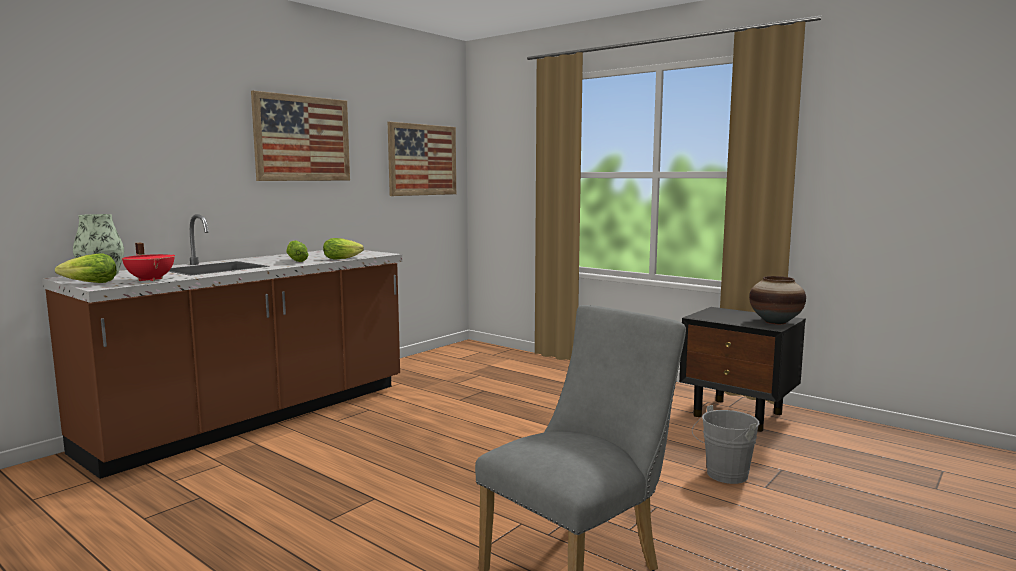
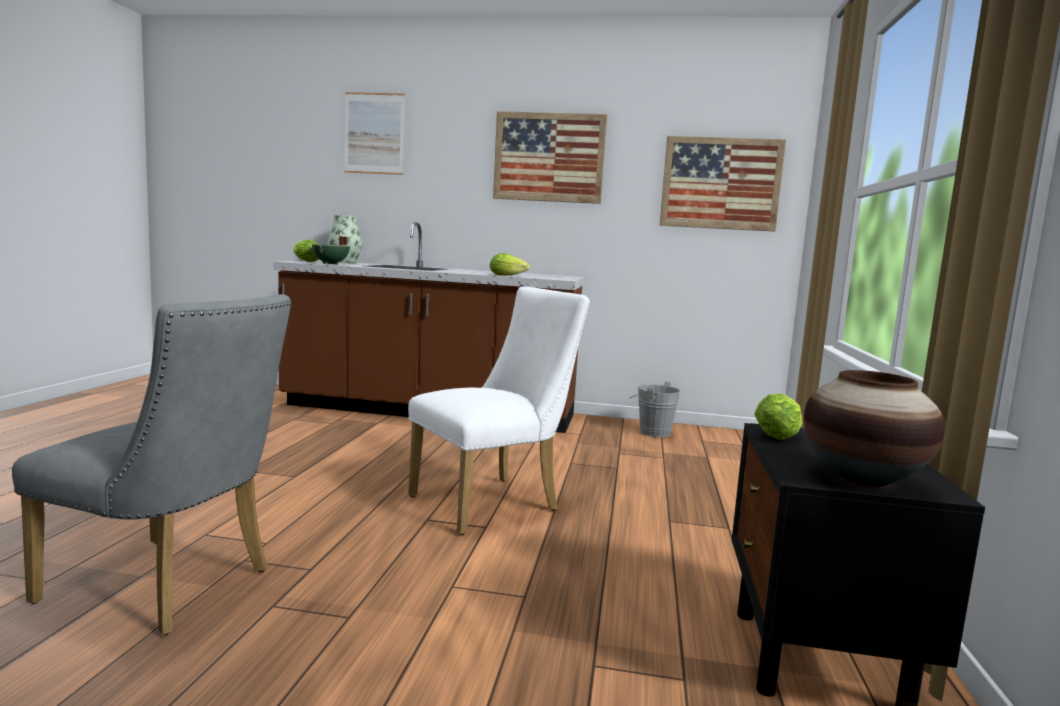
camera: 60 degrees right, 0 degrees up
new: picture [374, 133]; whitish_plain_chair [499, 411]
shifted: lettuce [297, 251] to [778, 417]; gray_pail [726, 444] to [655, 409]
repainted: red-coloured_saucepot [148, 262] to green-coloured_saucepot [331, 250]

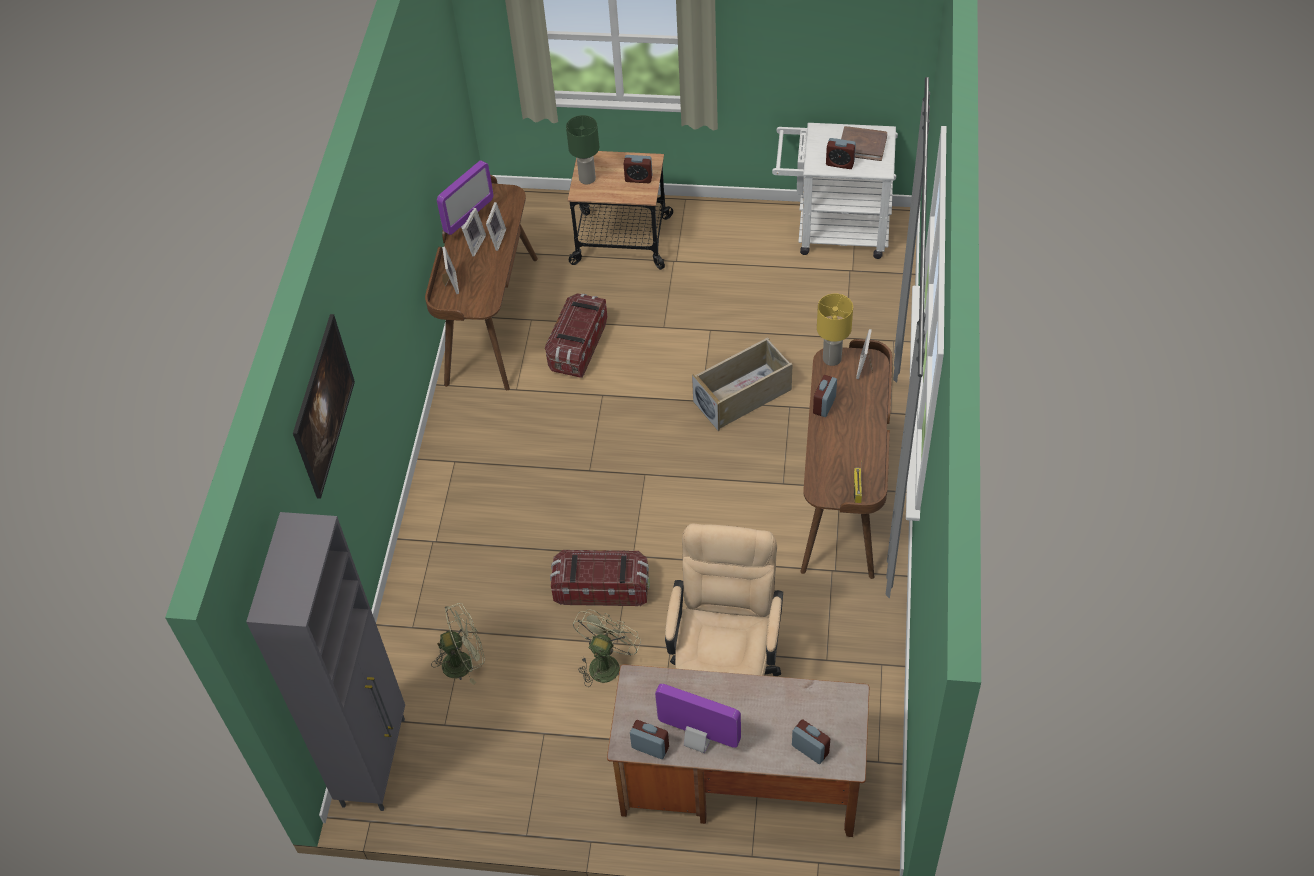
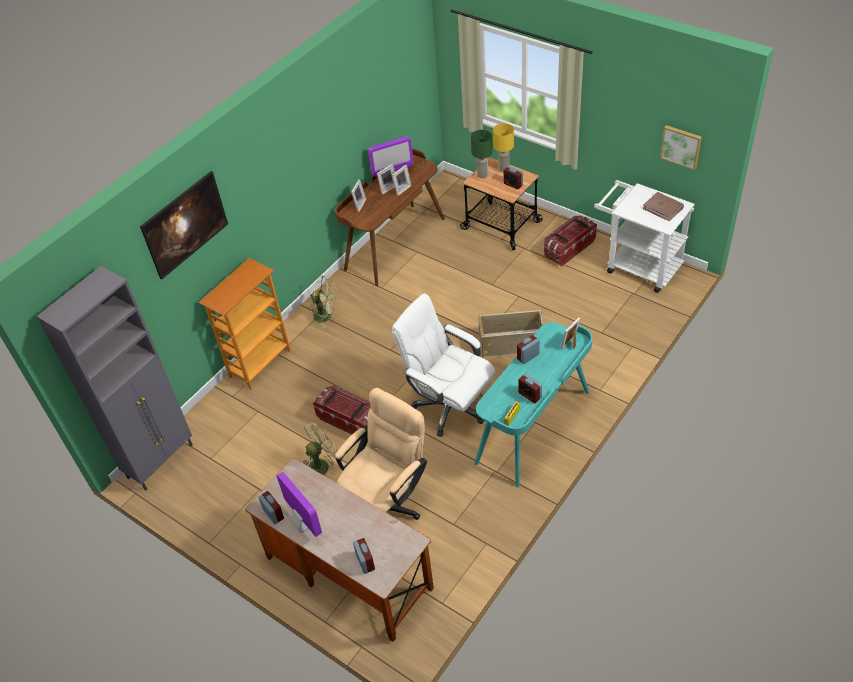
camera: 30 degrees right, 5 degrees down
new: picture [681, 147]; shelving_unit [245, 323]; whitish_office_chair [443, 365]
shifted: table_clock [841, 153] to [530, 388]; storage_box [576, 335] to [570, 241]; yellow_table_lamp [835, 330] to [503, 147]; green-coloured_electric_fan [458, 644] to [324, 302]
repainted: brownish_desk_unit [846, 459] to turquoise-coloured_desk_unit [533, 404]

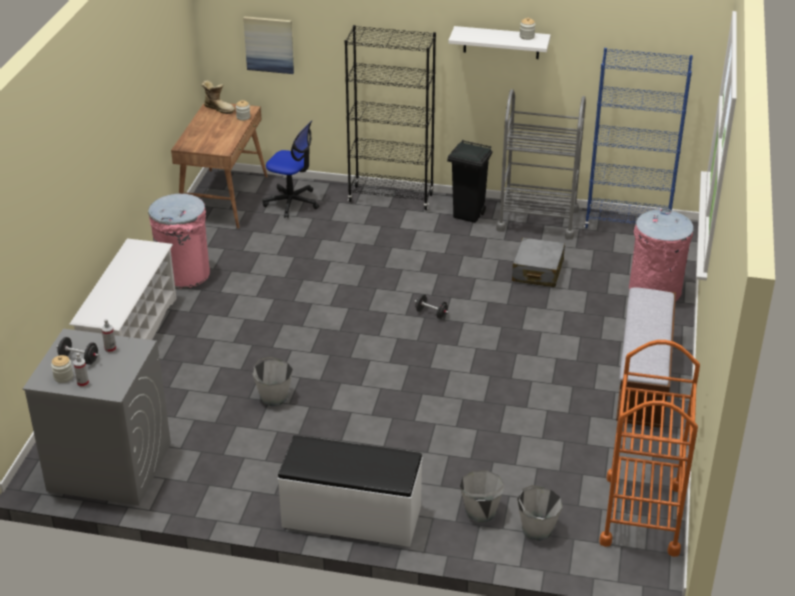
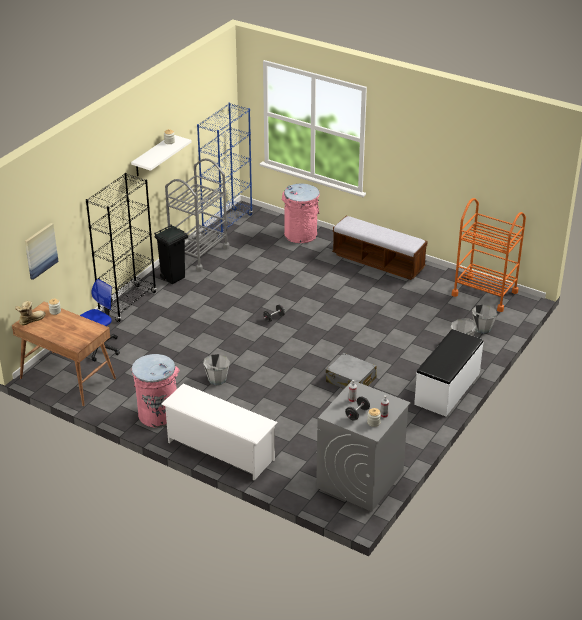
camera: 70 degrees left, 0 degrees up
shifted: gray_travel_case [538, 262] to [351, 371]; gray_pail [272, 381] to [216, 369]

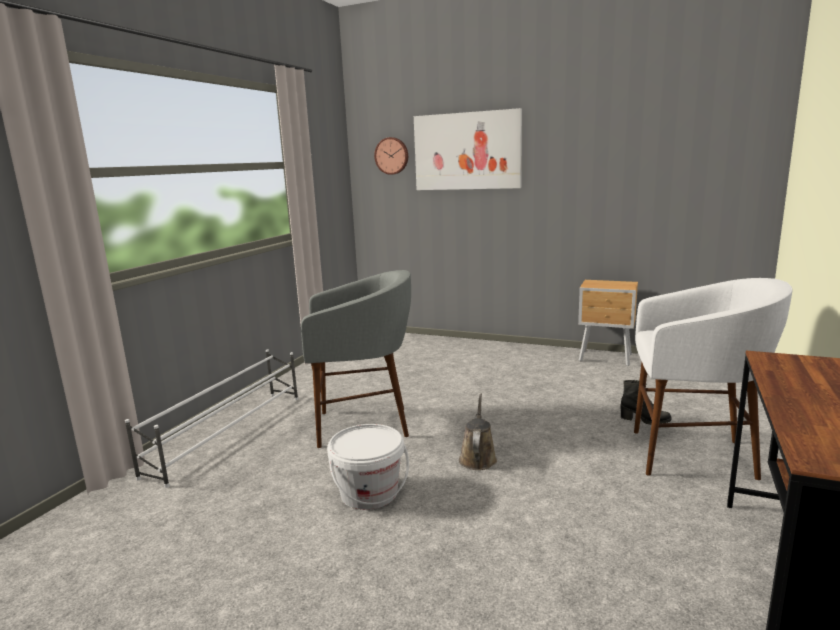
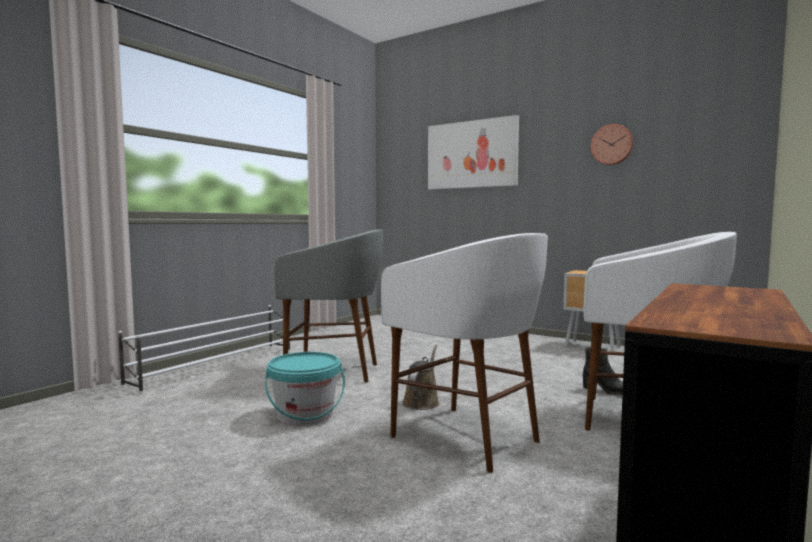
camera: 10 degrees right, 10 degrees down
new: whitish_stool_seat [464, 353]
shifted: clock_on_the_wall [391, 156] to [612, 144]
repainted: whitish_pail [368, 467] to turquoise-coloured_pail [305, 389]

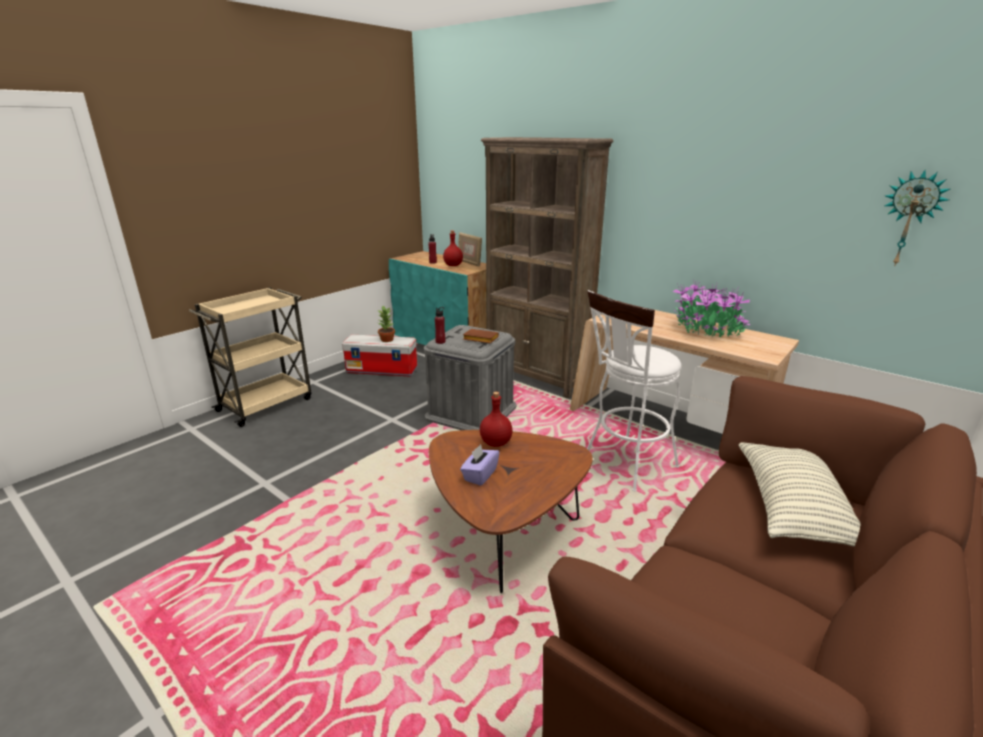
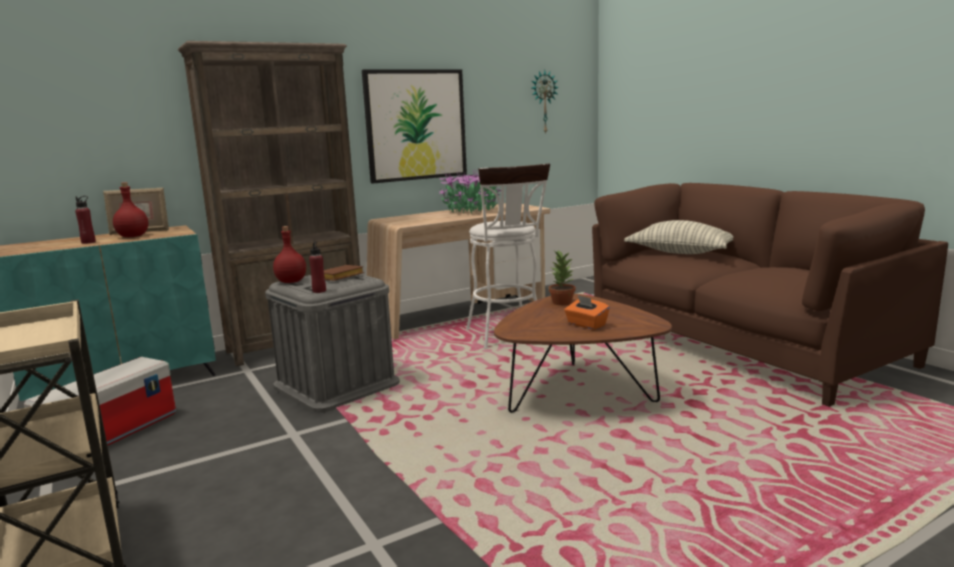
camera: 70 degrees left, 10 degrees down
new: picture [414, 126]
shifted: houseplant [386, 323] to [562, 277]; red-coloured_beverage_bottle [496, 419] to [289, 254]
repainted: purplish_box_of_tissues [479, 464] to orangey_box_of_tissues [587, 312]

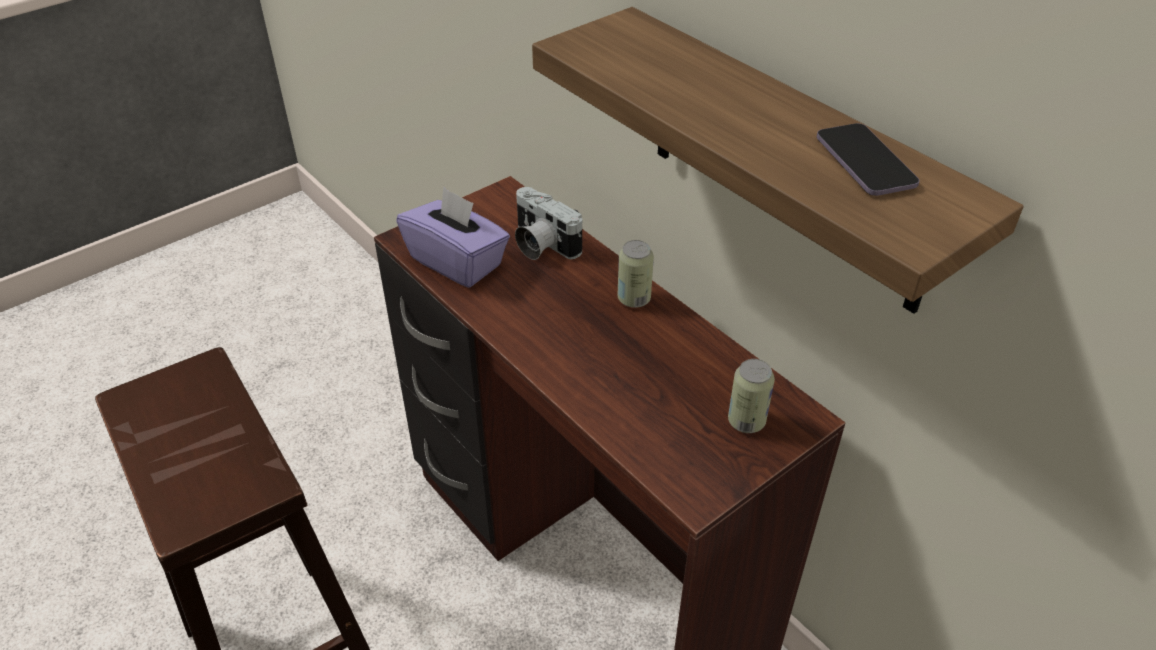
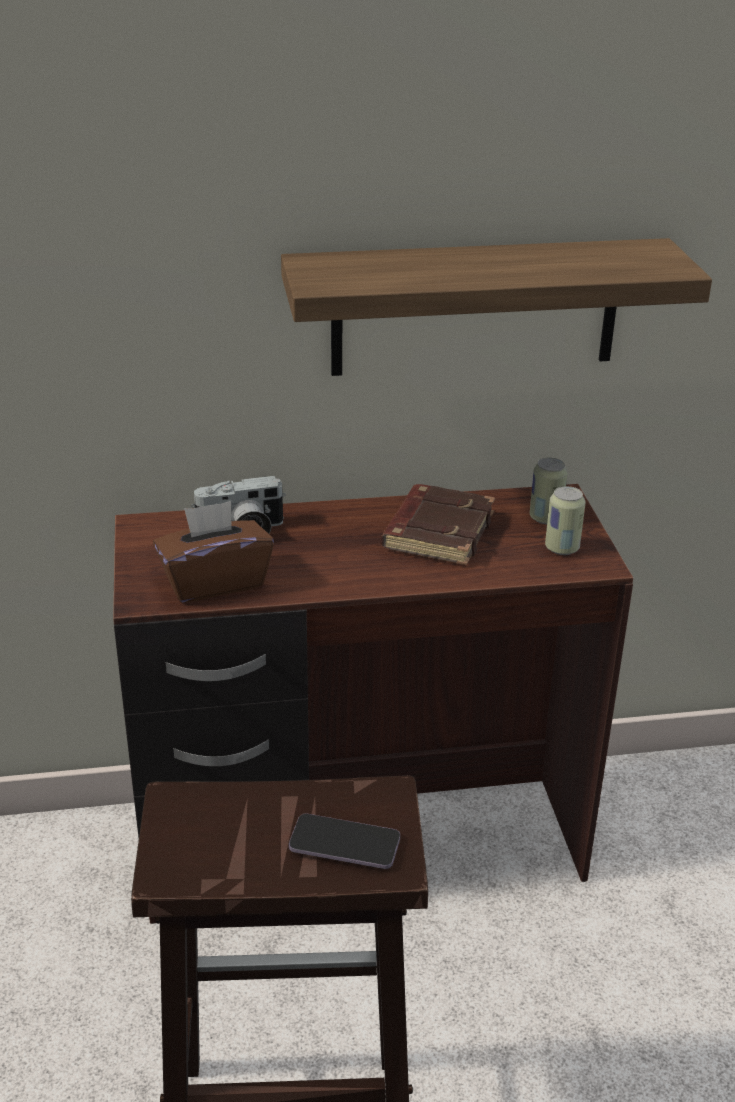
camera: 60 degrees left, 10 degrees down
new: brownish_book [438, 524]
shifted: handset [868, 159] to [344, 841]; can [636, 274] to [565, 520]
repainted: purplish_box_of_tissues [453, 237] to brownish_box_of_tissues [213, 552]

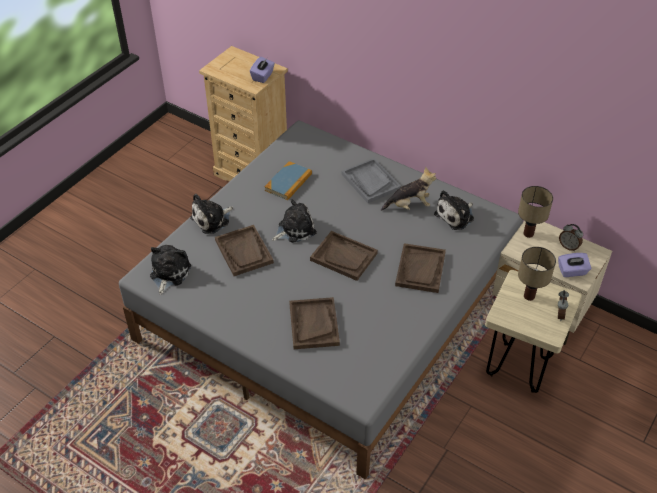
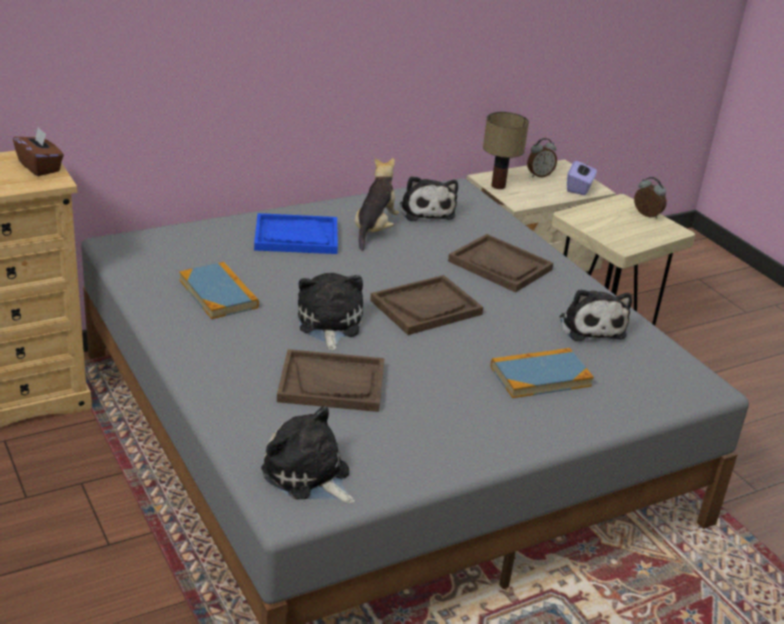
camera: 65 degrees left, 15 degrees down
gone: table_lamp [537, 274]
shifted: soft_toy [211, 214] to [596, 315]
swapped: brownish_tray [314, 323] to book [542, 373]
repainted: purplish_box_of_tissues [262, 70] to brownish_box_of_tissues [38, 151]; gray_tray [371, 180] to blue_tray [296, 233]

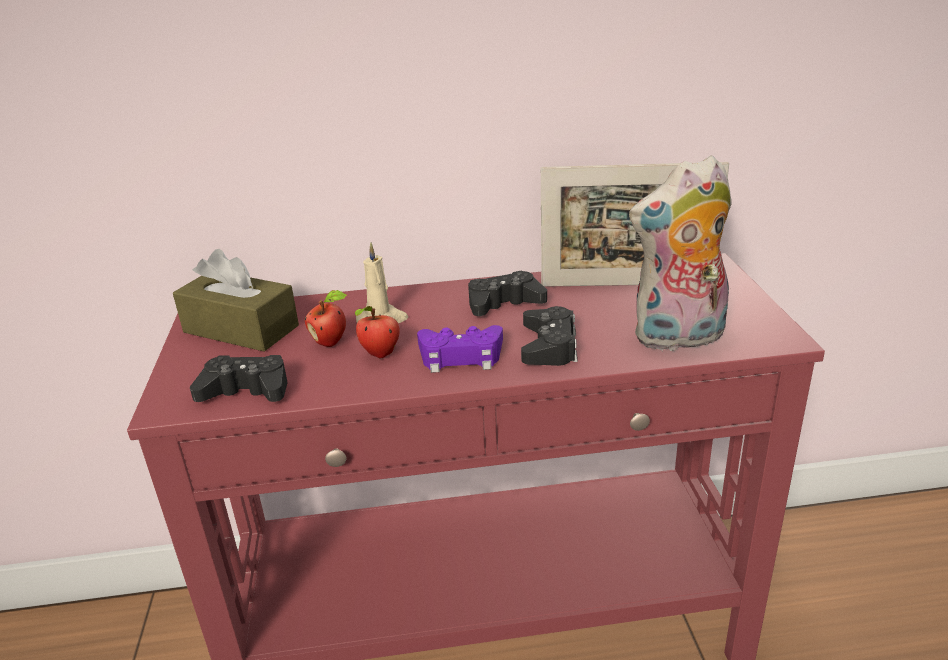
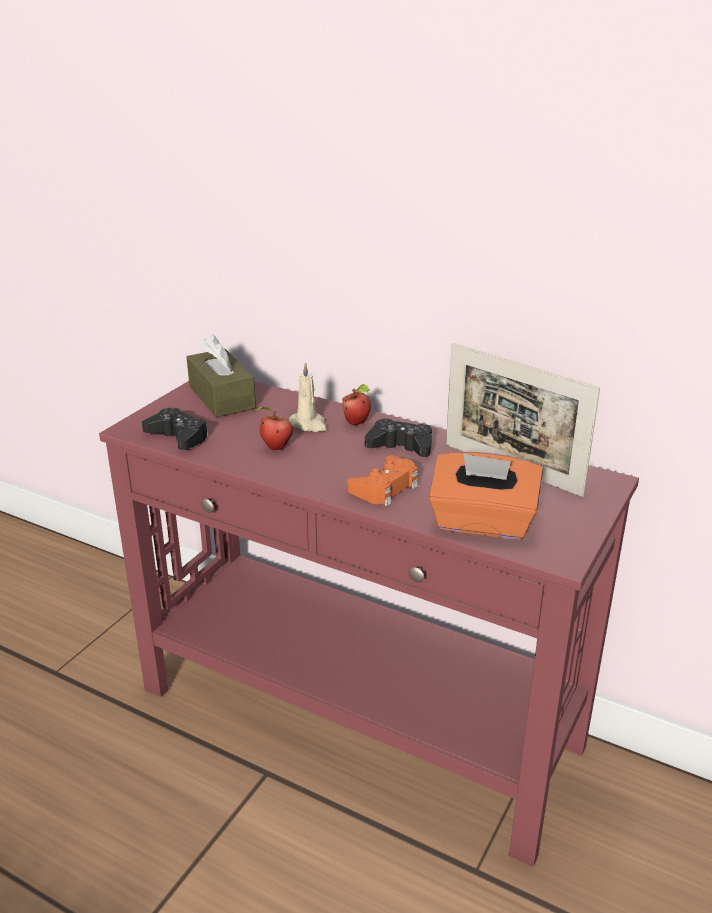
camera: 35 degrees right, 0 degrees up
gone: purplish_game_controller [460, 349]
shifted: whole_apple [326, 318] to [356, 404]
swapped: soft_toy [680, 253] to orangey_box_of_tissues [486, 495]
repainted: black-coloured_game_controller [549, 336] to orangey_game_controller [382, 480]

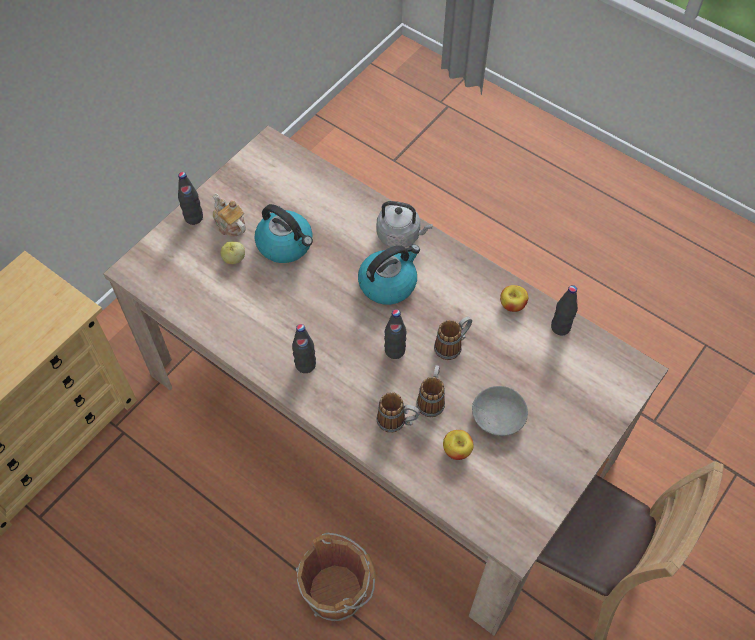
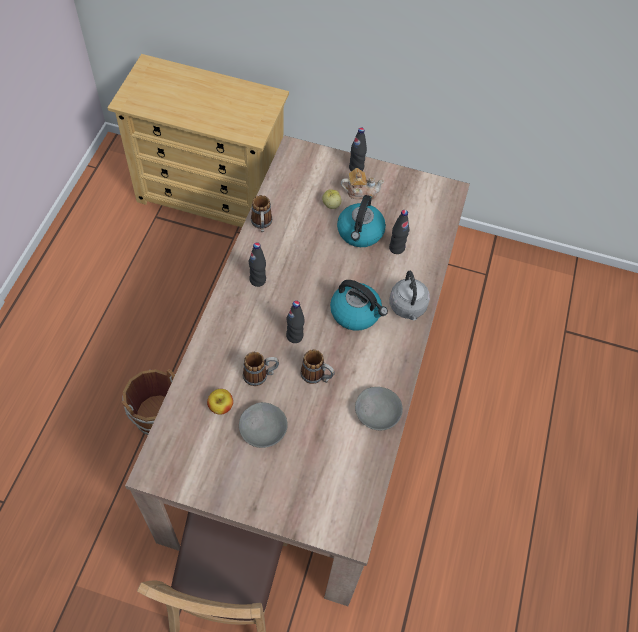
camera: 65 degrees right, 0 degrees up
shifted: black-coloured_beverage_bottle [564, 310] to [399, 232]; tea_mug [398, 412] to [261, 213]
swapped: whole_apple [514, 298] to gray_bowl [379, 408]
rotated: tea_pot [229, 215] = [362, 183] 60 degrees clockwise

